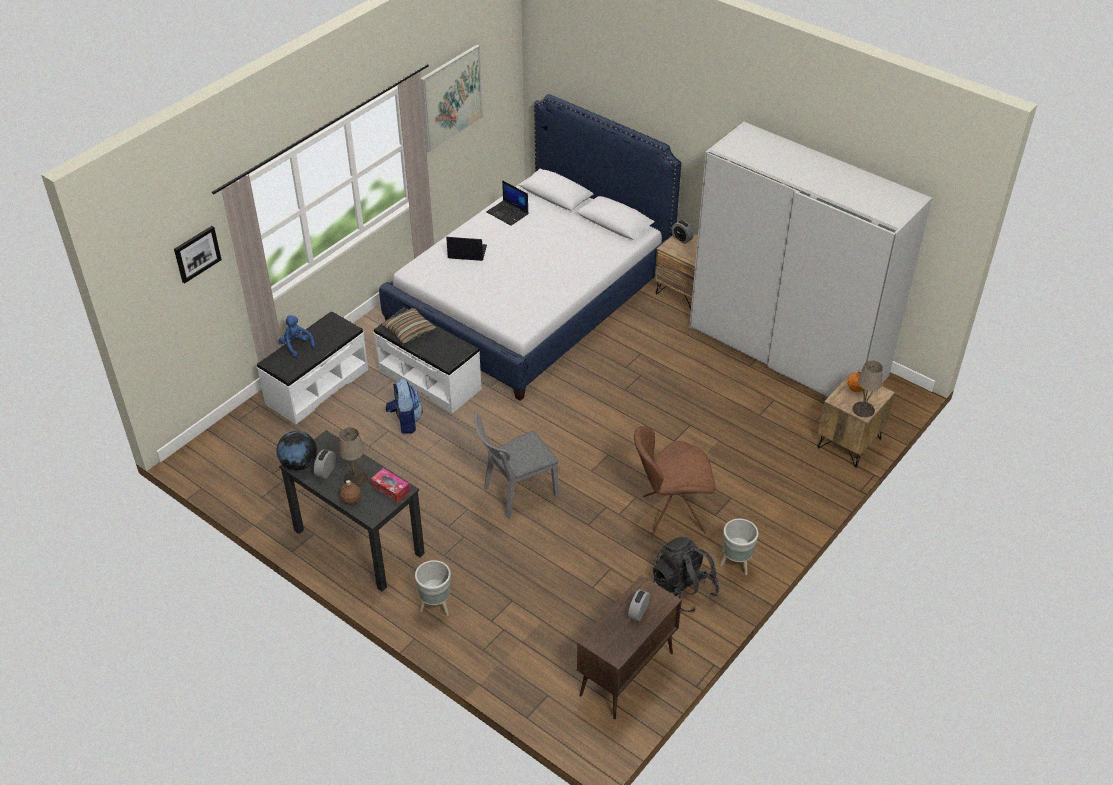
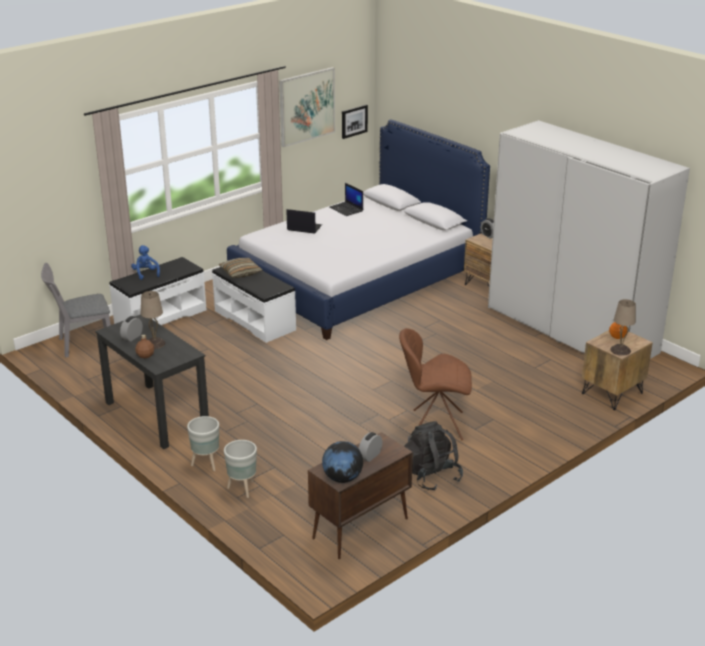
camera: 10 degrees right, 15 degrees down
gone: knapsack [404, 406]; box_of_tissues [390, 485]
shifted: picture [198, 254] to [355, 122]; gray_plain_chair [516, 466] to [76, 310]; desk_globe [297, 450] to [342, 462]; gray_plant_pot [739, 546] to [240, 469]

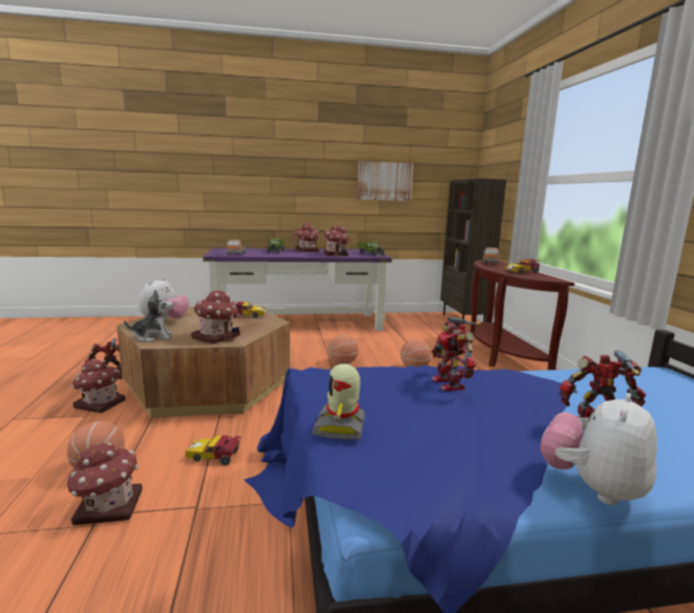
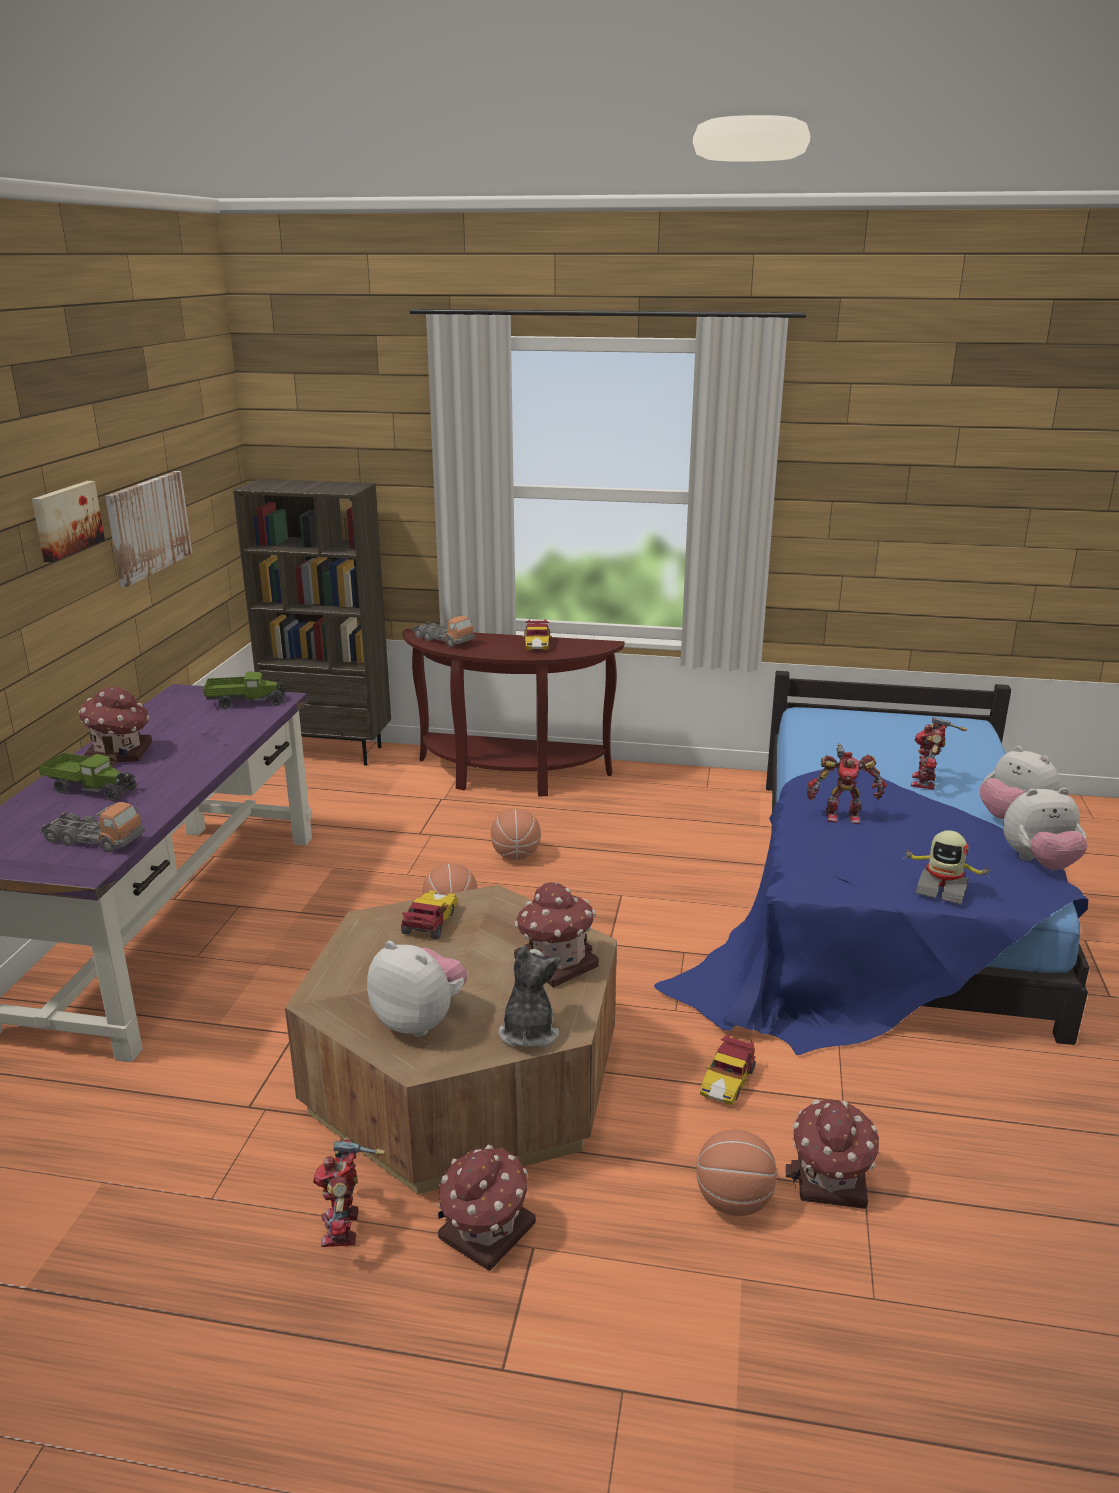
camera: 70 degrees left, 10 degrees up
gone: model_house [336, 240]
new: picture [68, 521]; soft_toy [1045, 829]

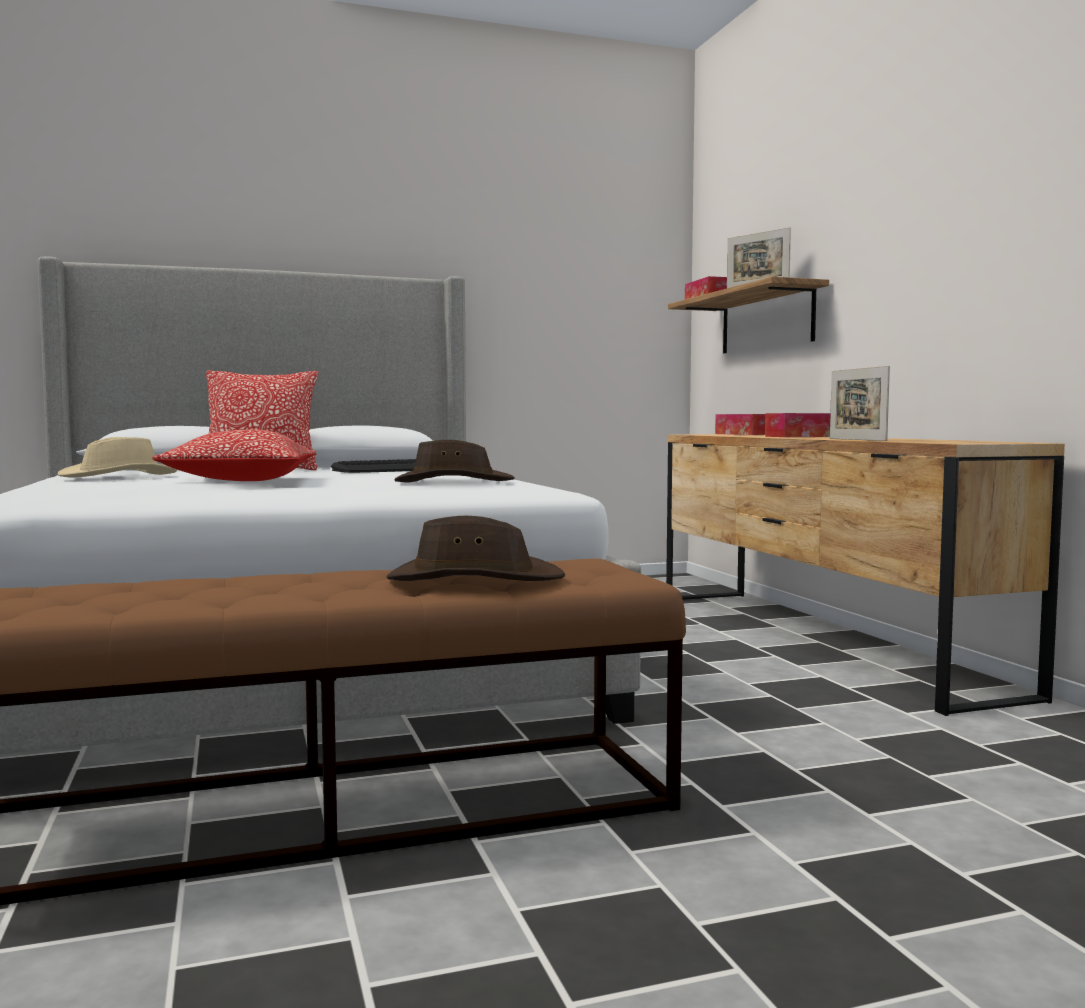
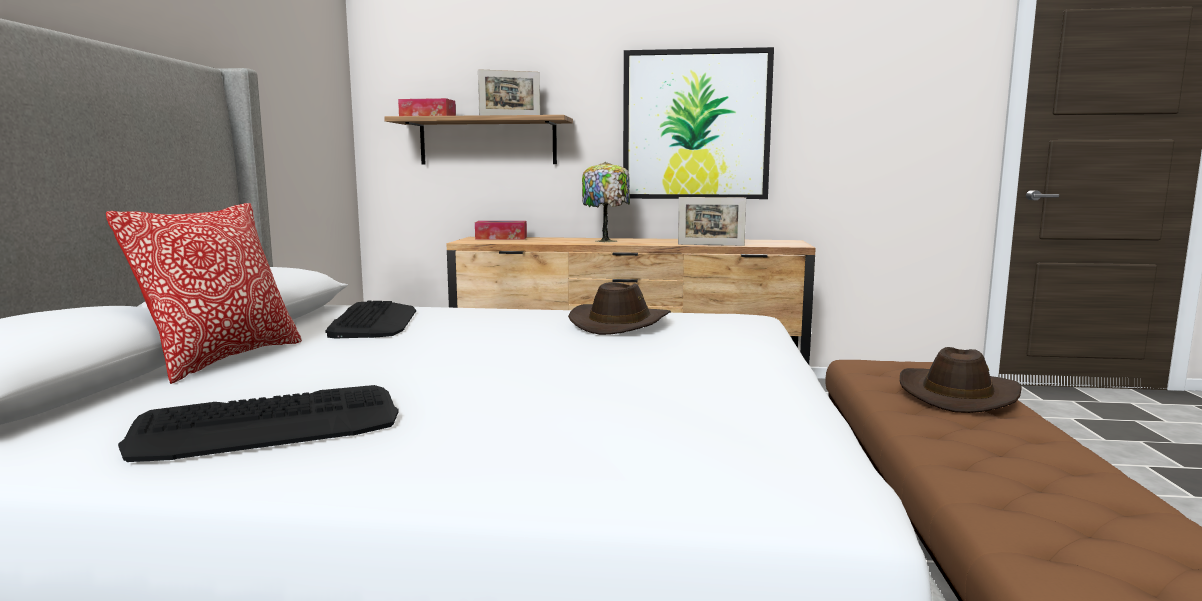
camera: 65 degrees left, 5 degrees up
gone: cushion [234, 455]
new: picture [698, 123]
swapped: box_of_tissues [798, 425] to table_lamp [606, 202]; beige_hat [117, 457] to PC_keyboard [258, 423]

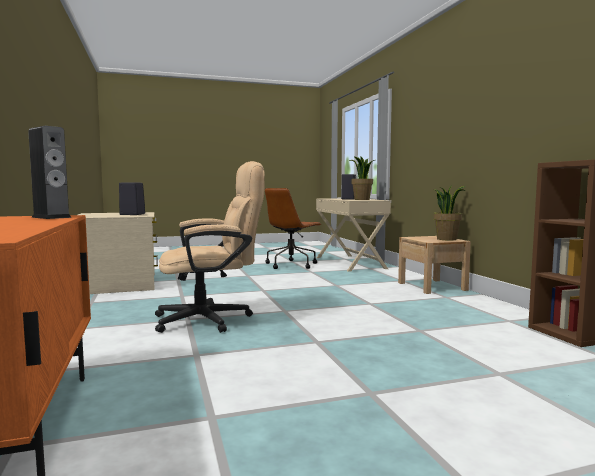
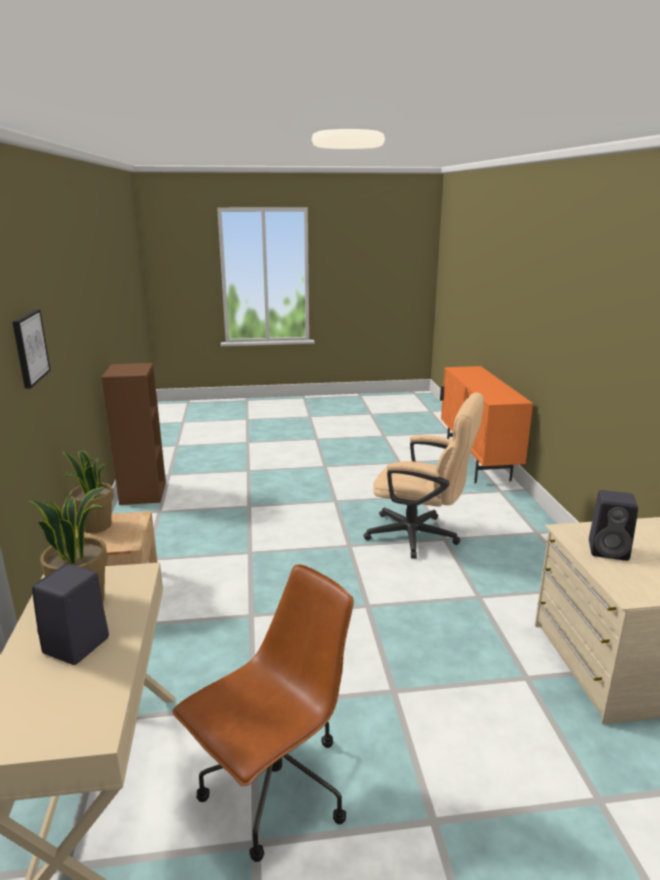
camera: 170 degrees left, 15 degrees up
gone: loudspeaker [50, 172]
new: picture [31, 349]
rotated: beige_office_chair [210, 247] = [424, 476] 150 degrees counterclockwise

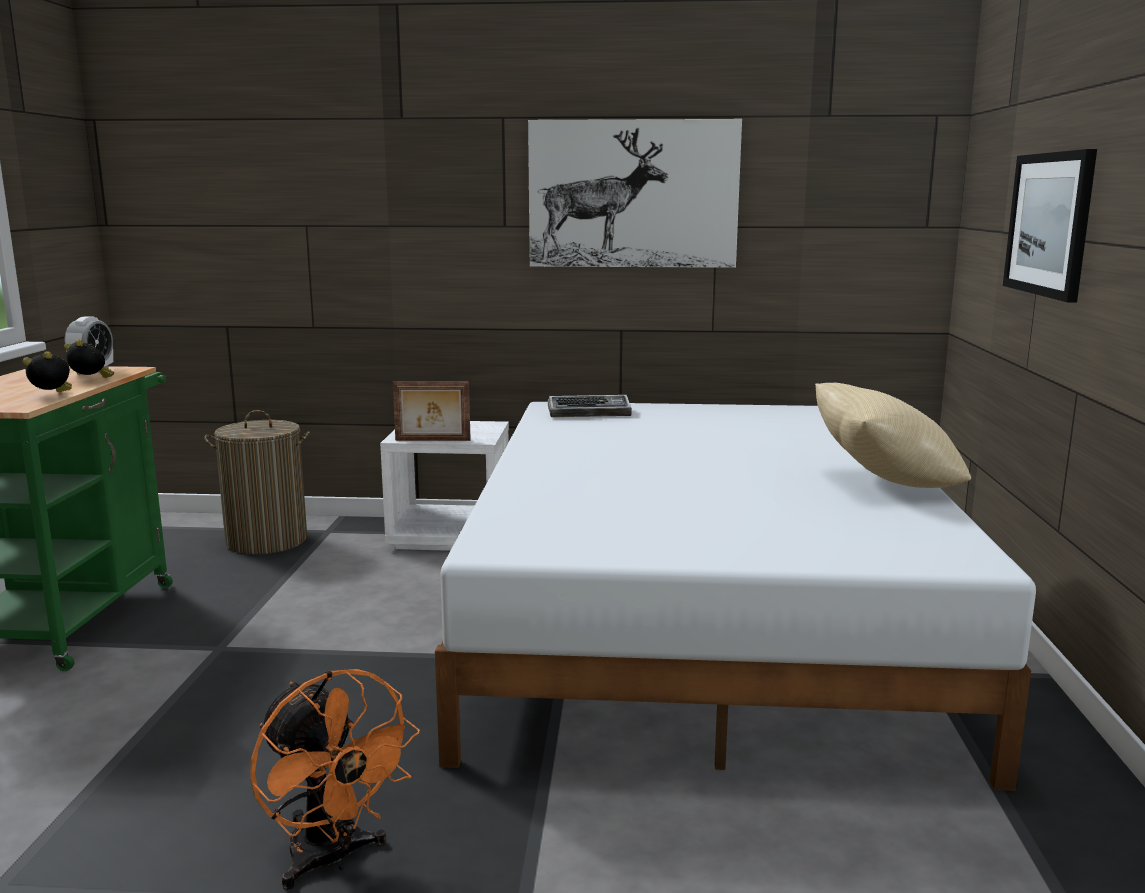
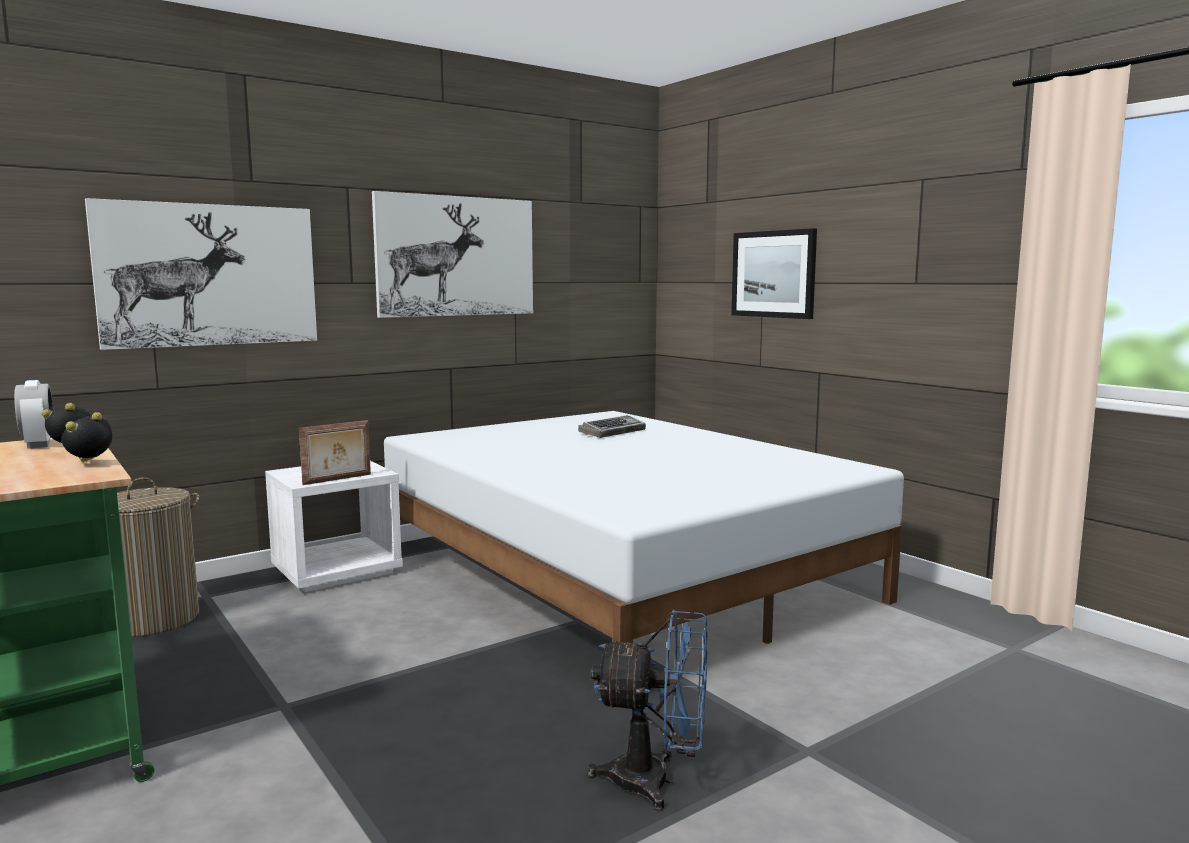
camera: 40 degrees left, 5 degrees down
gone: beige_cushion [893, 435]
new: picture [201, 274]
shifted: PC_keyboard [590, 406] to [612, 426]
repainted: orangey_electric_fan [335, 779] to blue_electric_fan [647, 710]

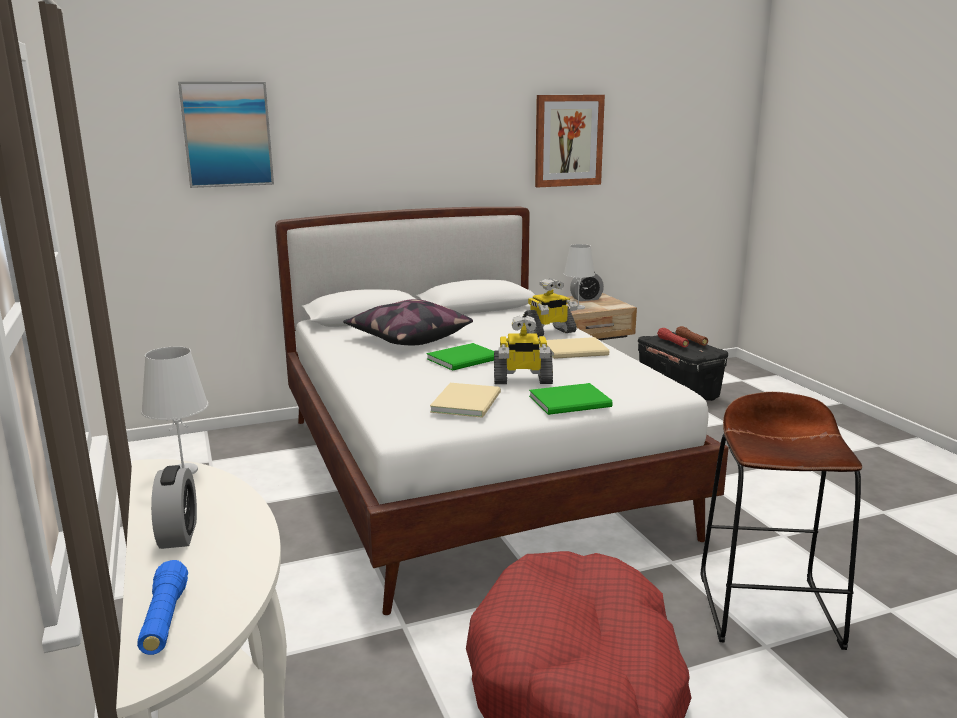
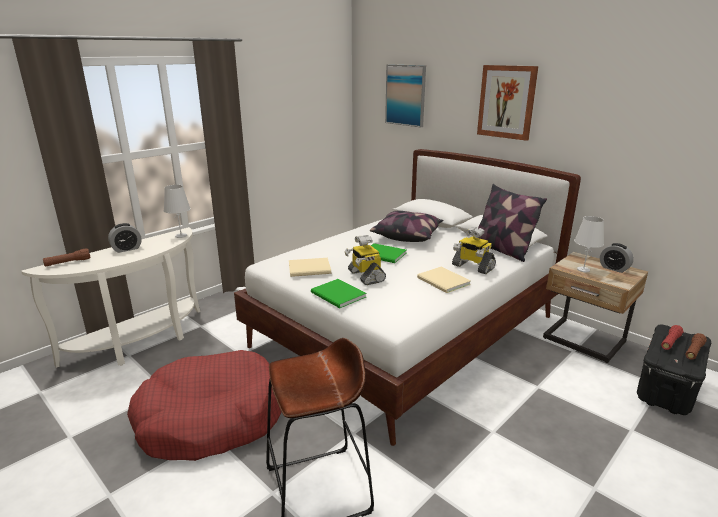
camera: 65 degrees right, 5 degrees up
new: cushion [512, 223]
shifted: picture [570, 141] to [508, 103]
repainted: blue_torch [162, 607] to brownish_torch [67, 257]

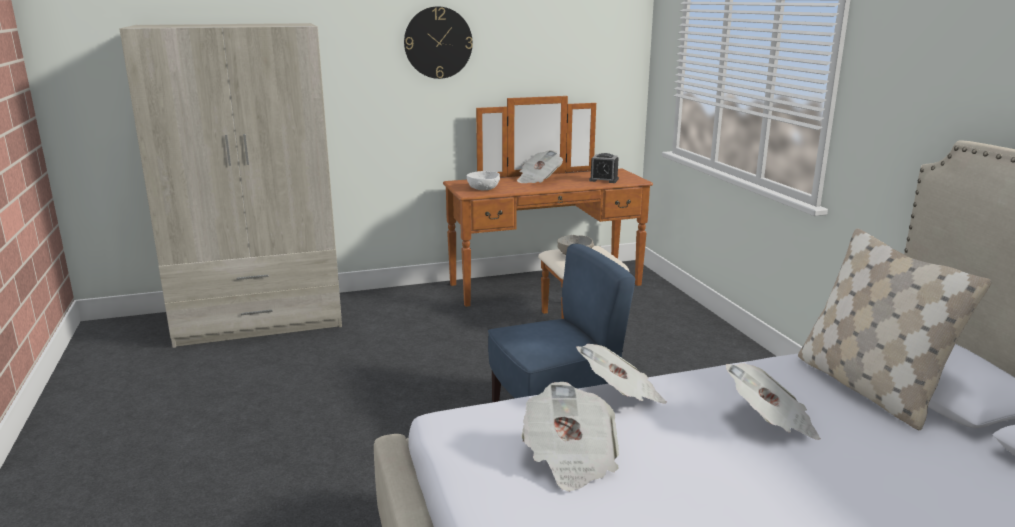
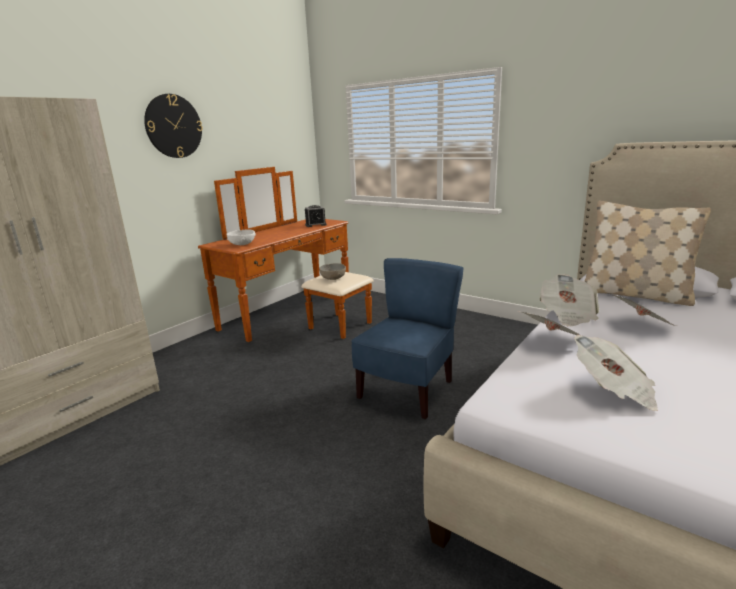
camera: 35 degrees left, 0 degrees up
shifted: printed_paper [540, 166] to [569, 300]

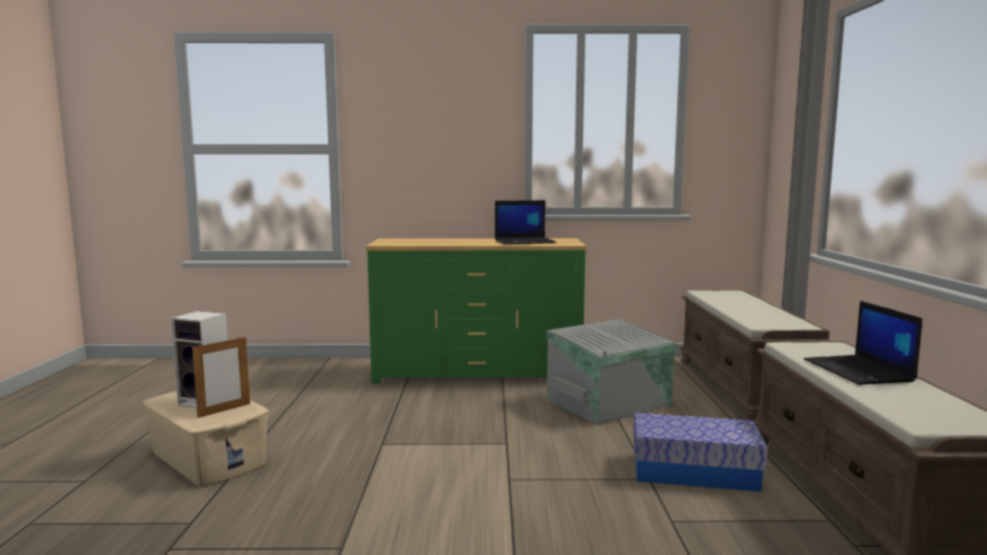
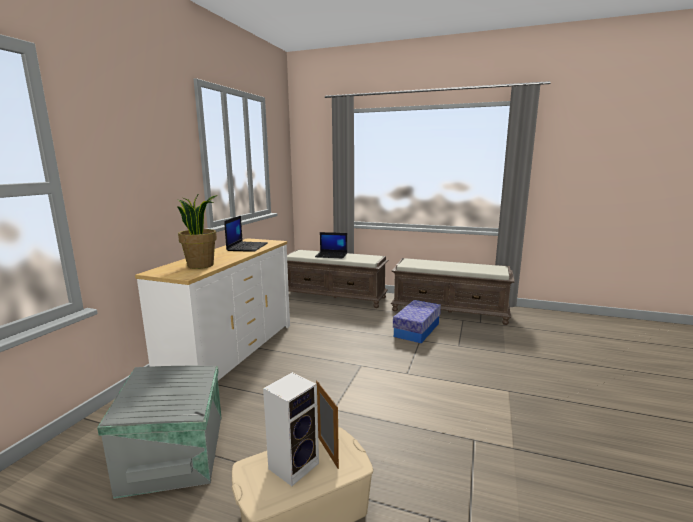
camera: 70 degrees left, 5 degrees up
new: houseplant [197, 232]
shifted: portable_computer [863, 343] to [331, 245]; gray_storage_box [611, 372] to [159, 432]
repainted: green-coloured_drawer_chest [476, 310] to whitish_drawer_chest [212, 309]

